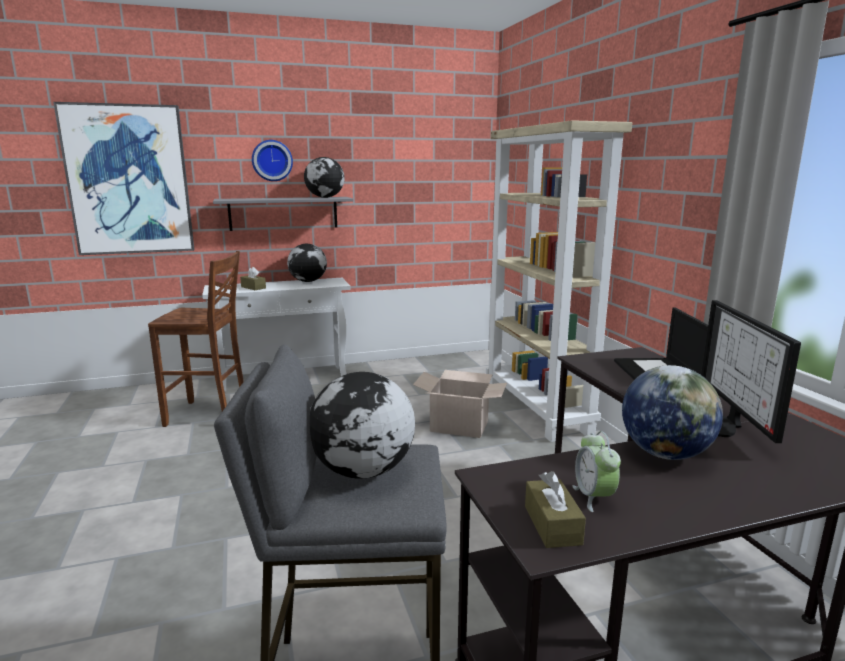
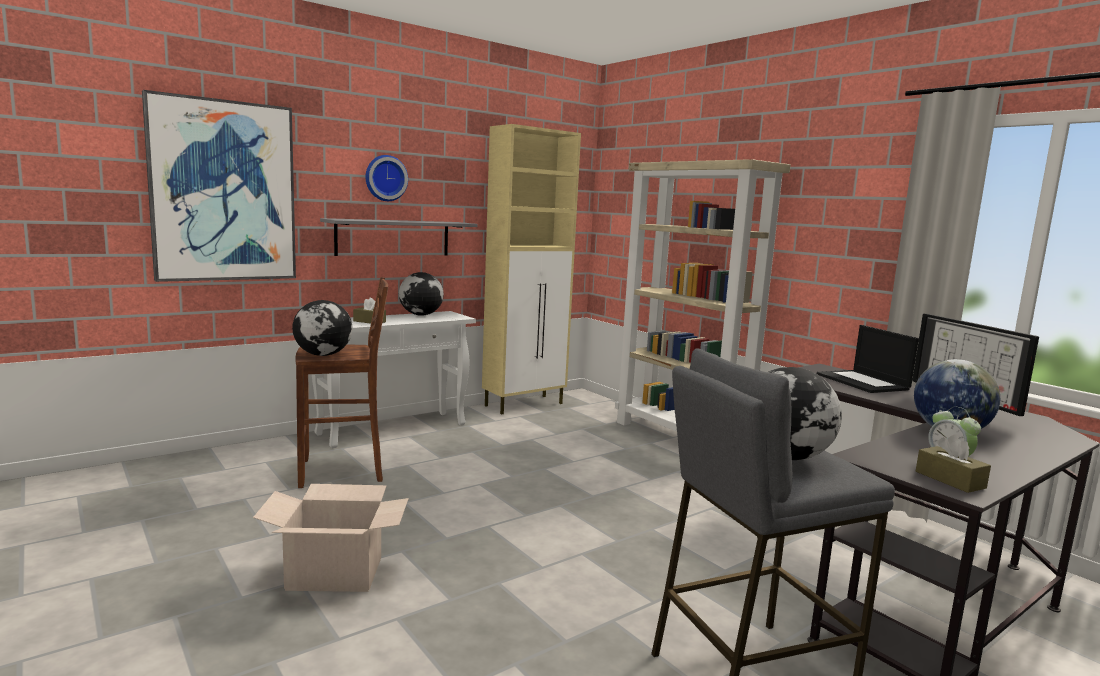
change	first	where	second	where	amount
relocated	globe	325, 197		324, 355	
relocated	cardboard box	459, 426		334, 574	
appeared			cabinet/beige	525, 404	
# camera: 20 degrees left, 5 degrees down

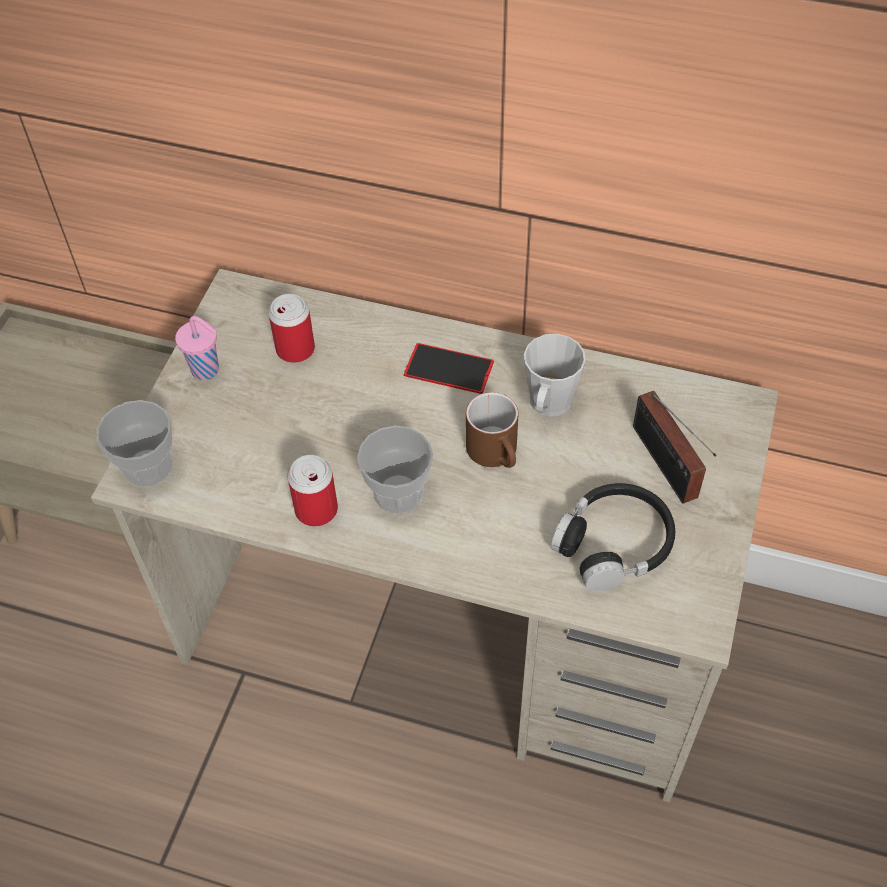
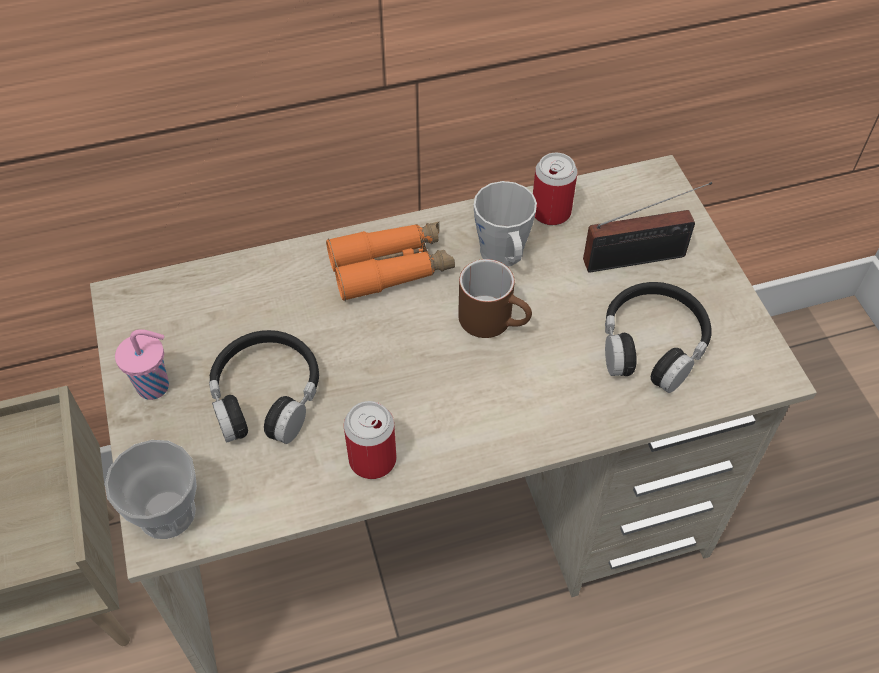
change	first	where	second	where	amount
relocated	can	295, 349		551, 212	
exchanged	phone	449, 368	binoculars/orange	391, 268	
spun	radio	666, 467		640, 258	45 degrees counterclockwise
missing	cup	398, 492			
appeared			headphones/black	266, 396	
# camera: 35 degrees left, 0 degrees up

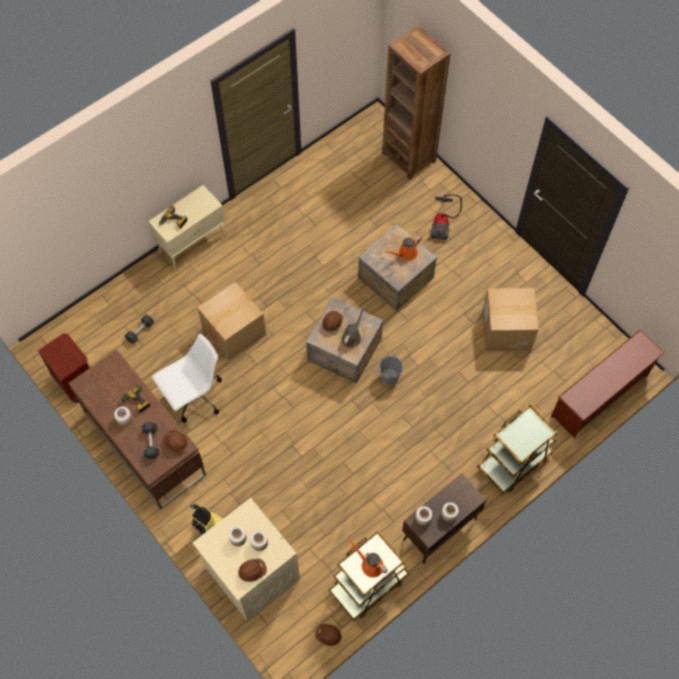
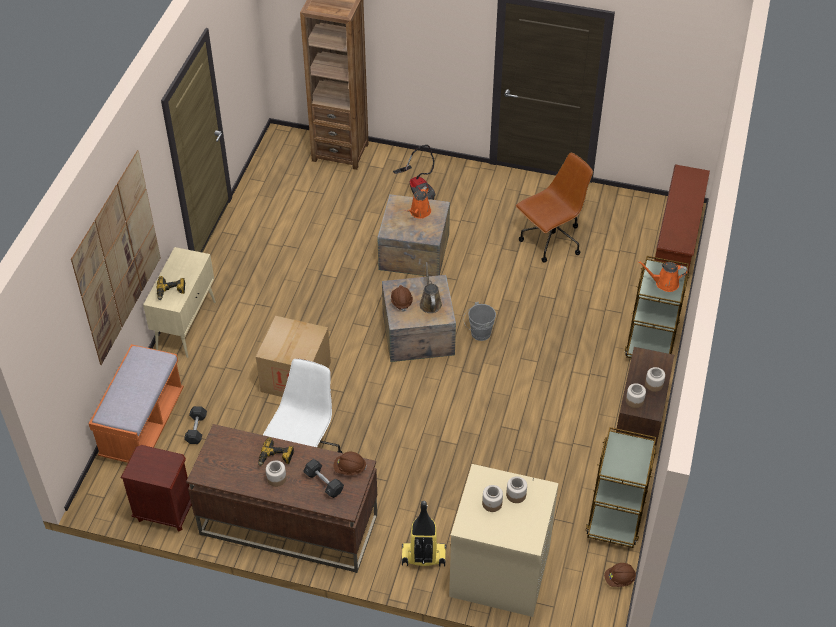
change	first	where	second	where	amount
exchanged	cardboard box	506, 330	office chair/brown	550, 241	
relocated	watering can/orange	370, 564		664, 283	
missing	hard hat/brown	252, 571			
appeared			picture	117, 258	
appeared			bench/orange	142, 425	
# camera: 35 degrees left, 15 degrees down

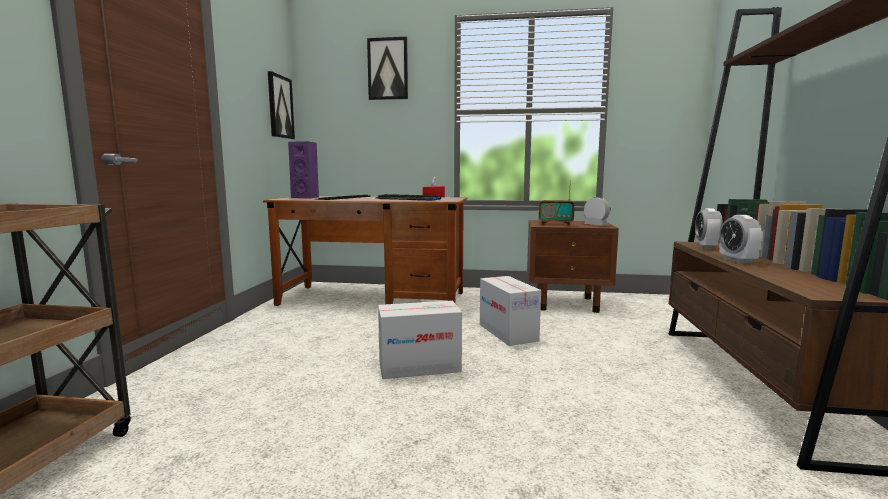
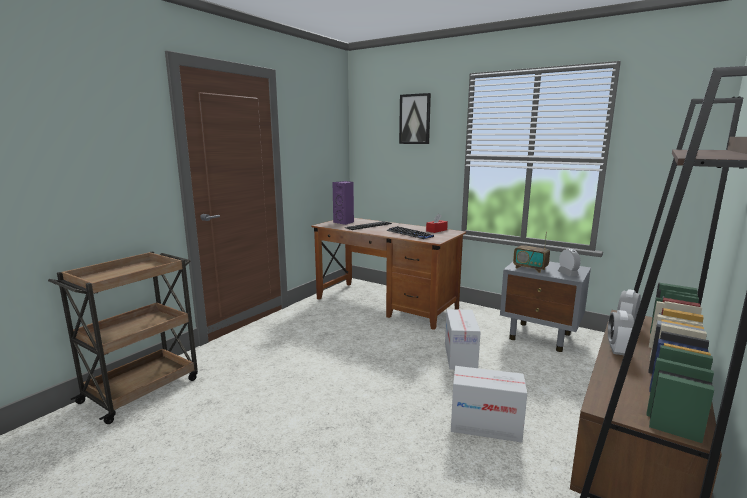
change	first	where	second	where	amount
missing	picture	280, 107			
colour	nightstand/brown	567, 303	nightstand/grey	541, 336	
relocated	cardboard box	419, 367		485, 425	
# camera: 25 degrees right, 5 degrees up

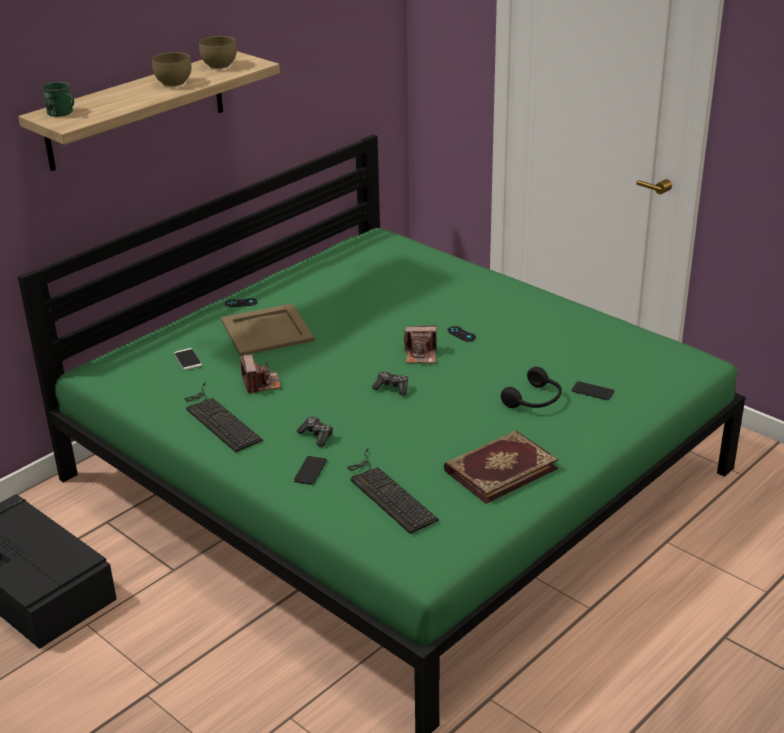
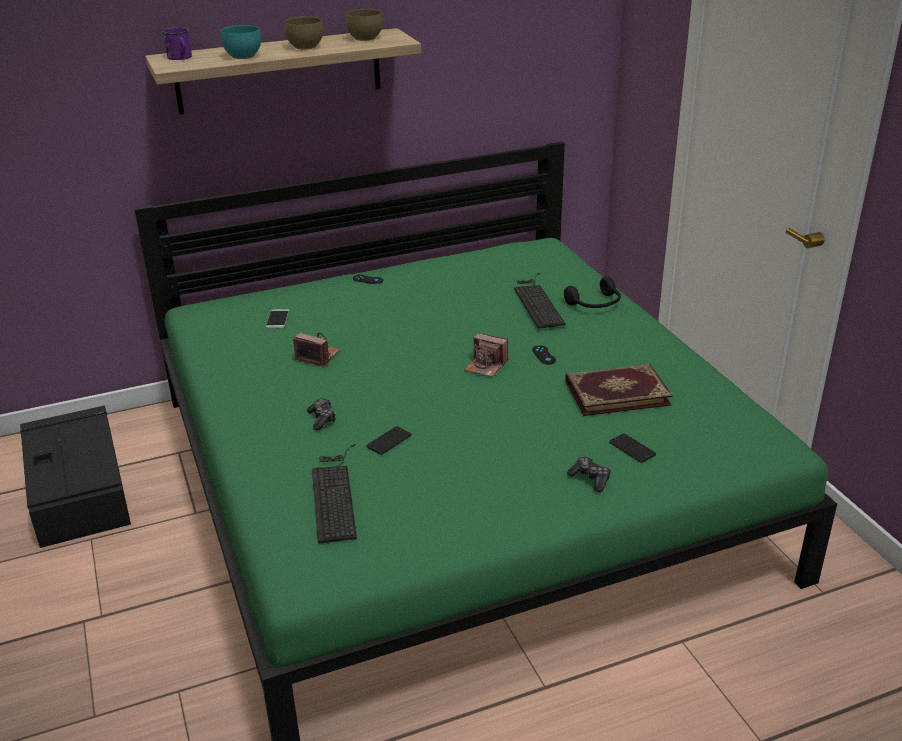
change	first	where	second	where	amount
colour	mug/green	63, 113	mug/purple	181, 58	
missing	tray/beige	267, 330			
spun	photo camera	261, 383		318, 356	75 degrees counterclockwise
relocated	headphones/black	535, 400		595, 304	
relocated	game controller	392, 388		590, 479	
relocated	keyboard	218, 419		537, 301	
relocated	book	499, 469		616, 392	
relocated	phone	310, 471		389, 441	
appeared			bowl/turquoise	242, 57	
# camera: 25 degrees right, 0 degrees up

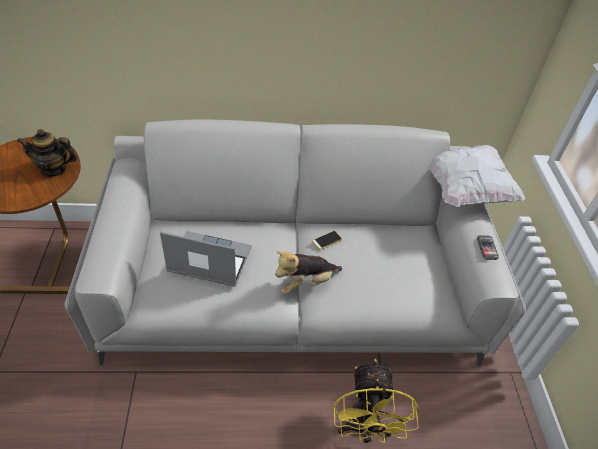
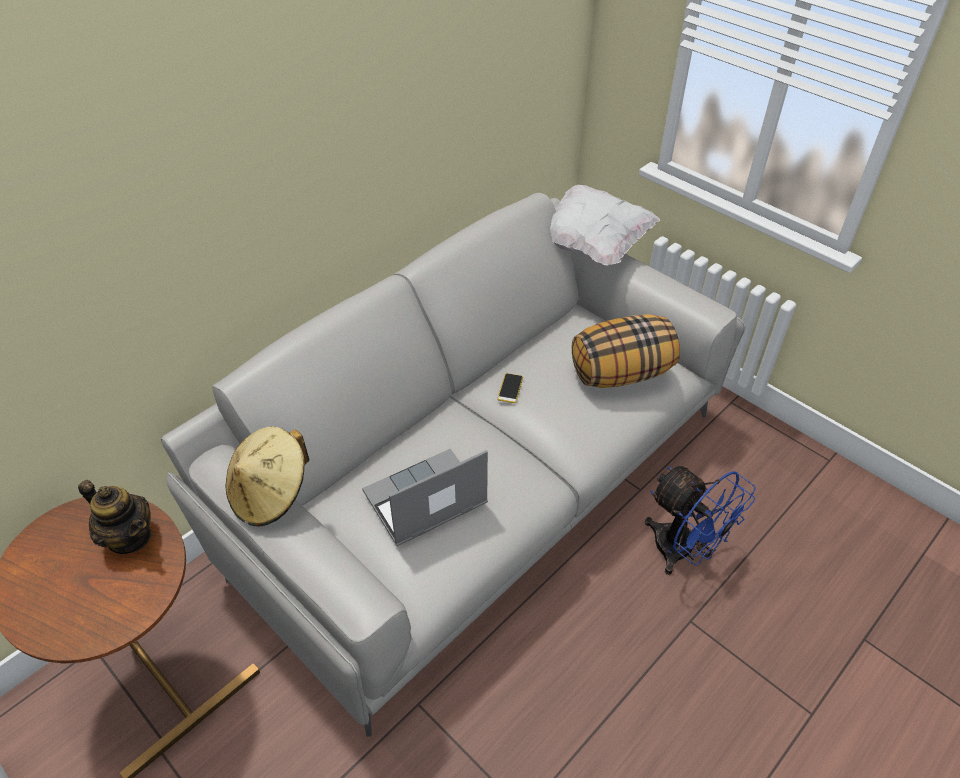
change	first	where	second	where	amount
spun	teapot	54, 169		130, 537	105 degrees counterclockwise
missing	phone	487, 248			
missing	plush toy	305, 283			
colour	fan/yellow	364, 429	fan/blue	683, 552	
appeared			pillow	621, 373	
appeared			hat/beige	271, 494	
# camera: 40 degrees left, 0 degrees up

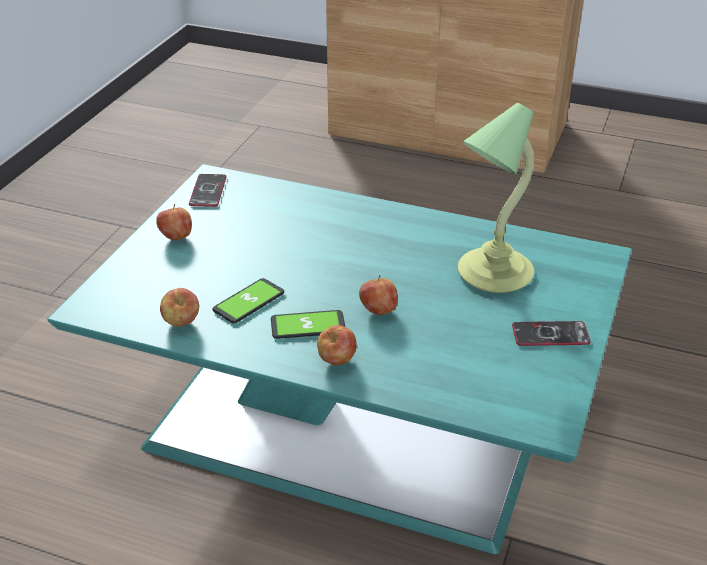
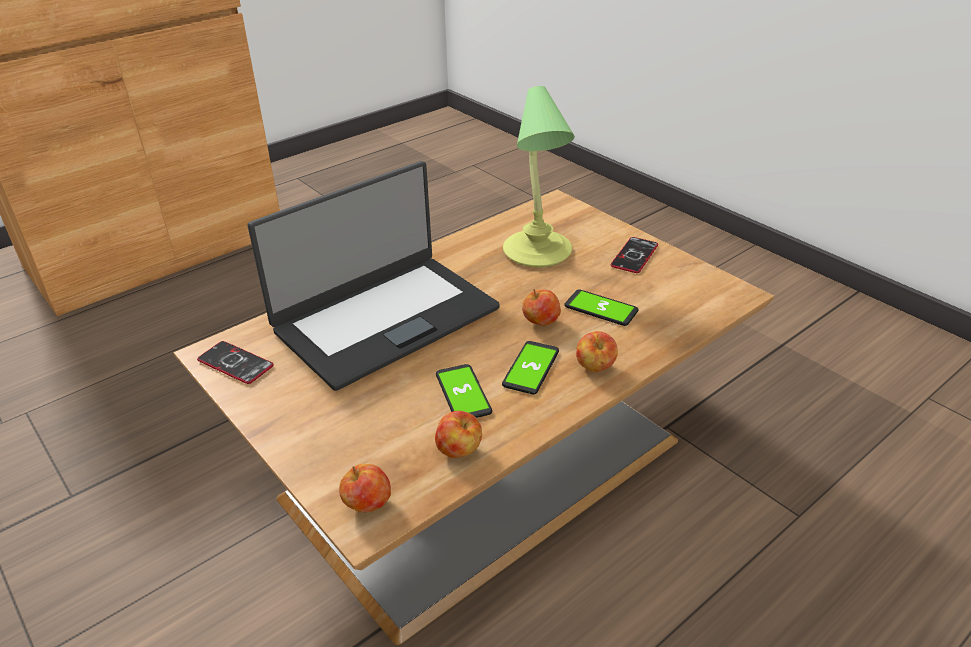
change	first	where	second	where	amount
colour	coffee table/turquoise	356, 426	coffee table/brown	489, 463	
relocated	apple	176, 237		367, 505	
appeared			laptop	385, 318	
appeared			phone	601, 309	
# camera: 60 degrees left, 0 degrees up

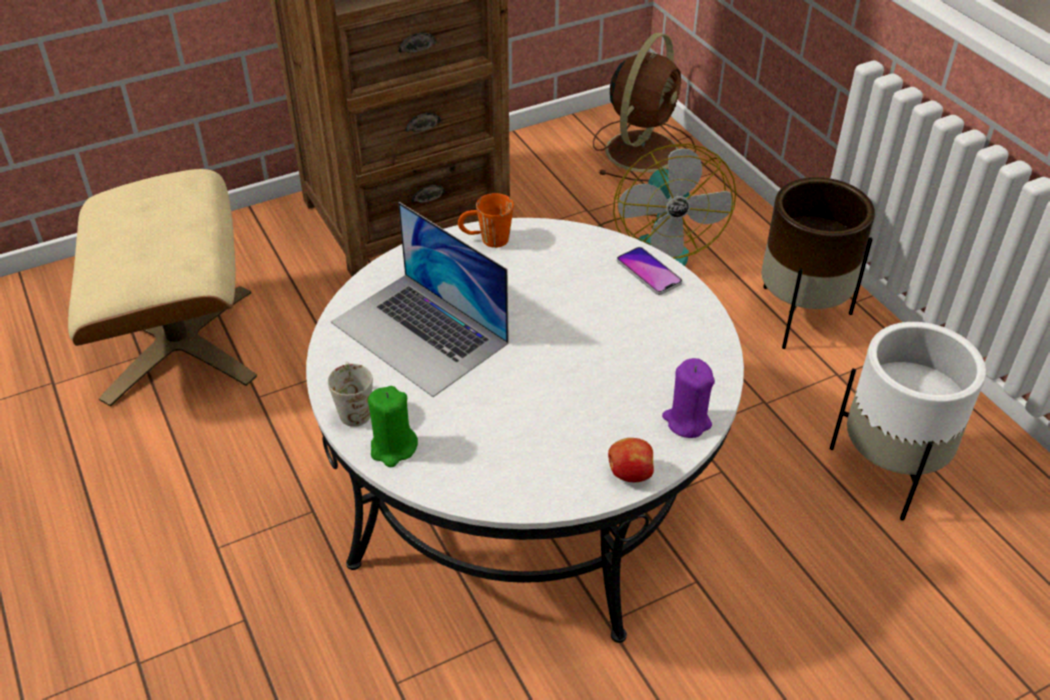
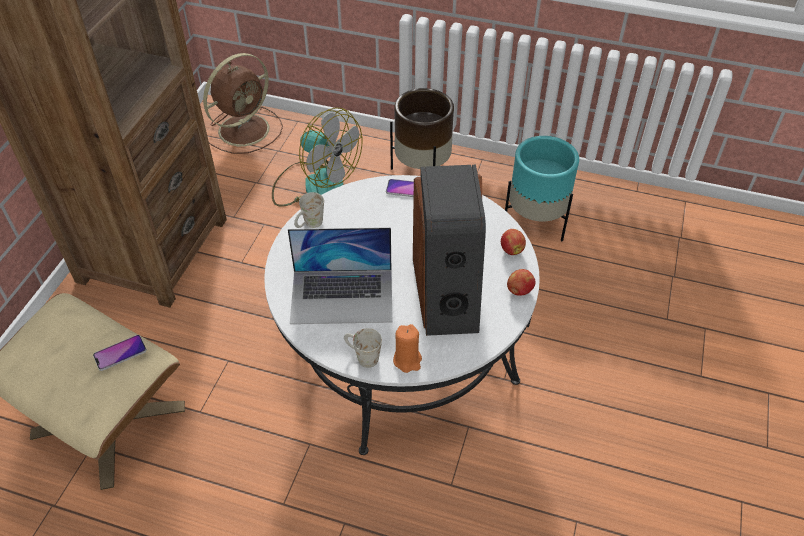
change	first	where	second	where	amount
spun	fan/brown	643, 149		246, 129	60 degrees clockwise
colour	mug/orange	486, 240	mug/white	309, 225	
colour	planter/white	887, 472	planter/turquoise	535, 223	
exchanged	candle/purple	686, 421	apple	511, 249	
colour	candle/green	393, 448	candle/orange	407, 360	
appeared			speaker	447, 293	
appeared			phone	120, 353	
# camera: 45 degrees left, 5 degrees up

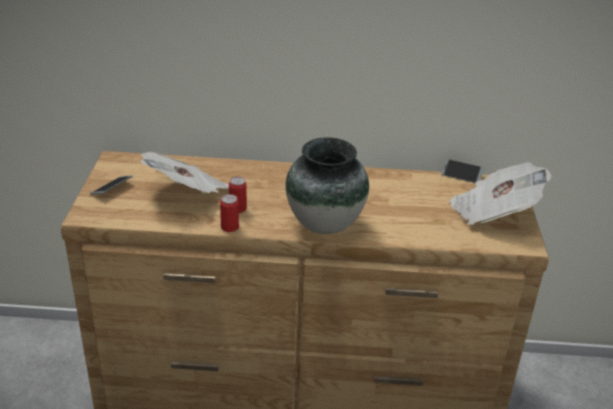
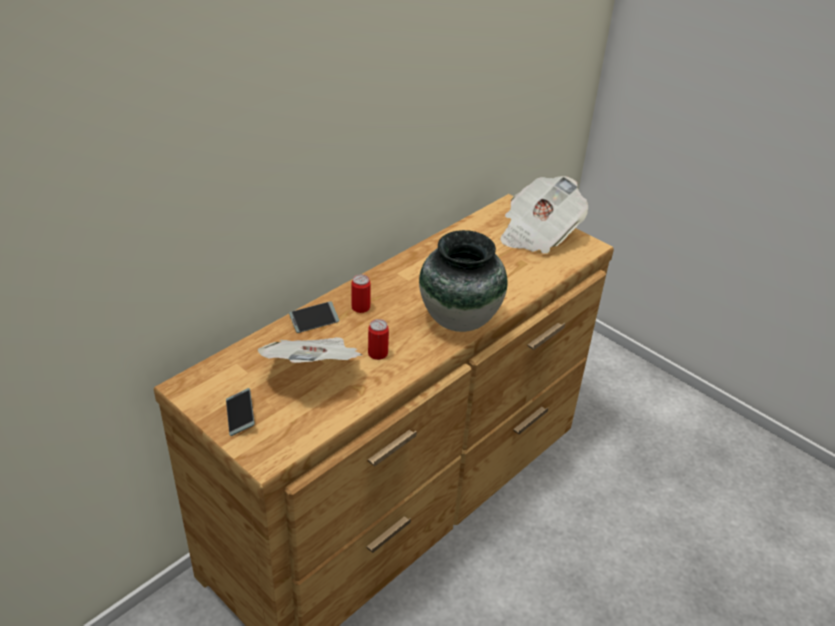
change	first	where	second	where	amount
relocated	phone	461, 175		314, 321	
relocated	can	229, 227		360, 307	
# camera: 50 degrees left, 5 degrees up

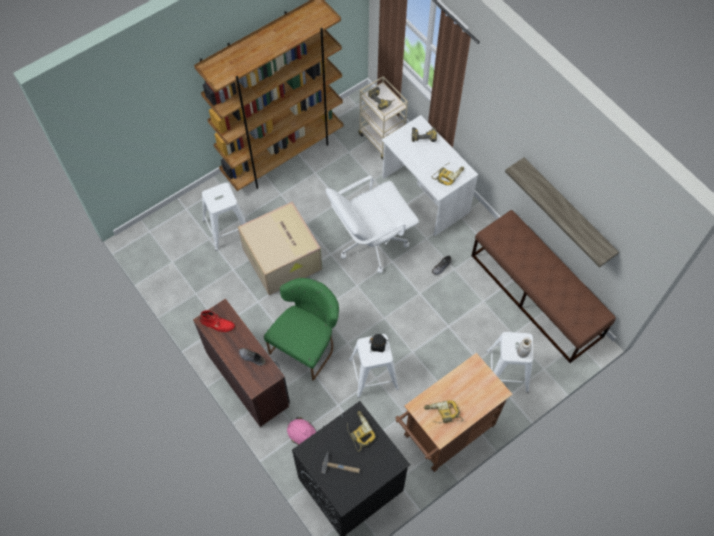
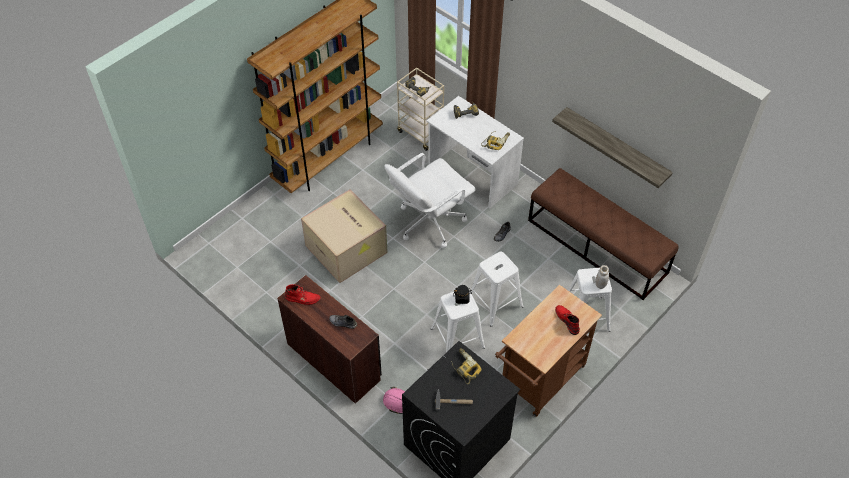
change	first	where	second	where	amount
relocated	stool/white	226, 228		495, 303	
missing	chair/green	307, 344			
missing	power drill	442, 414			
appeared			boot/red	567, 320	
# camera: 10 degrees left, 10 degrees down

